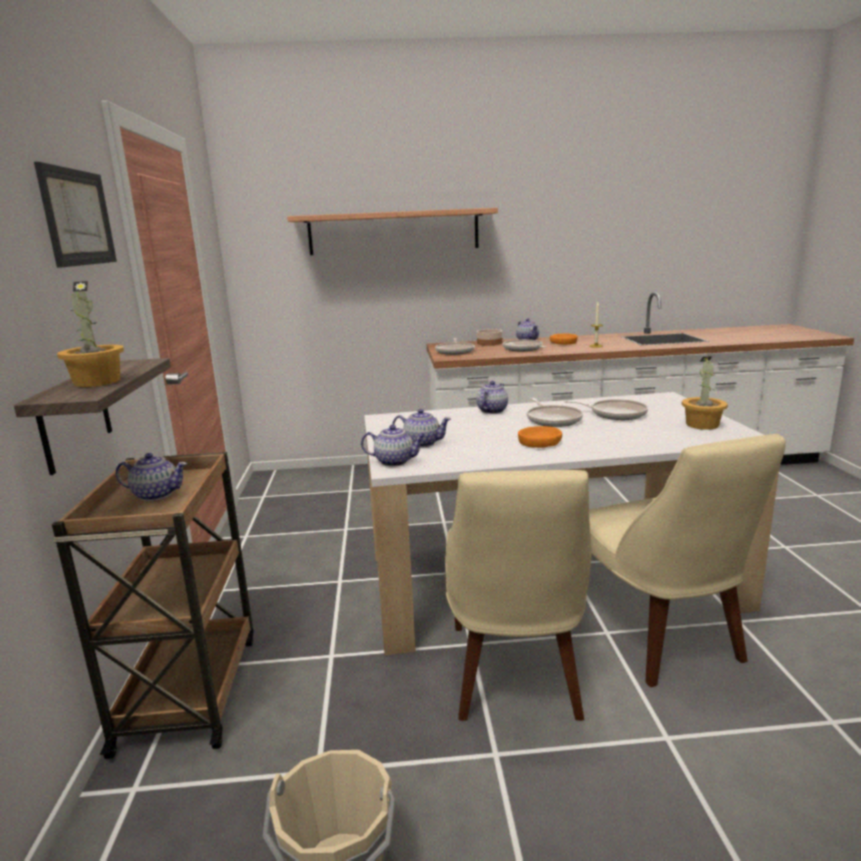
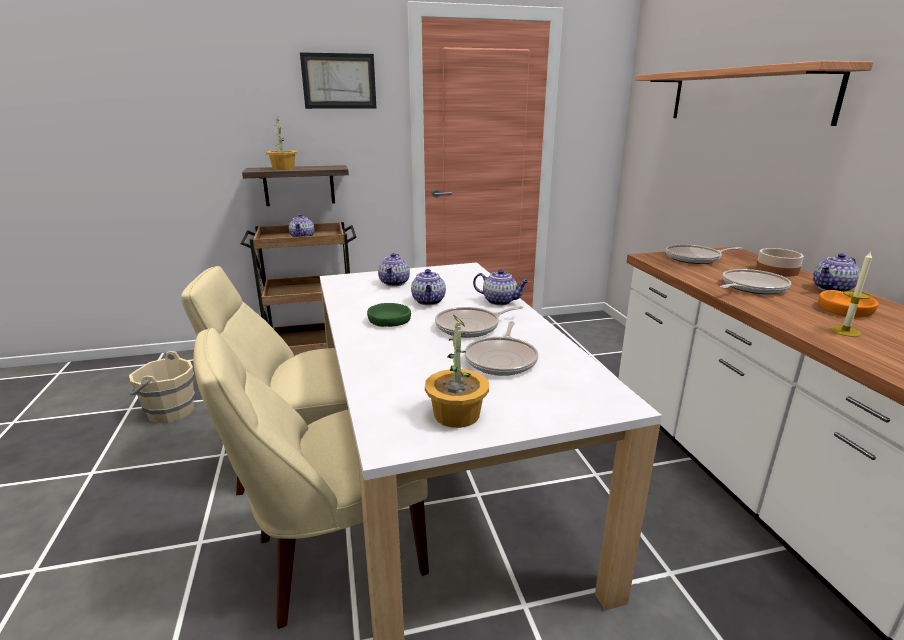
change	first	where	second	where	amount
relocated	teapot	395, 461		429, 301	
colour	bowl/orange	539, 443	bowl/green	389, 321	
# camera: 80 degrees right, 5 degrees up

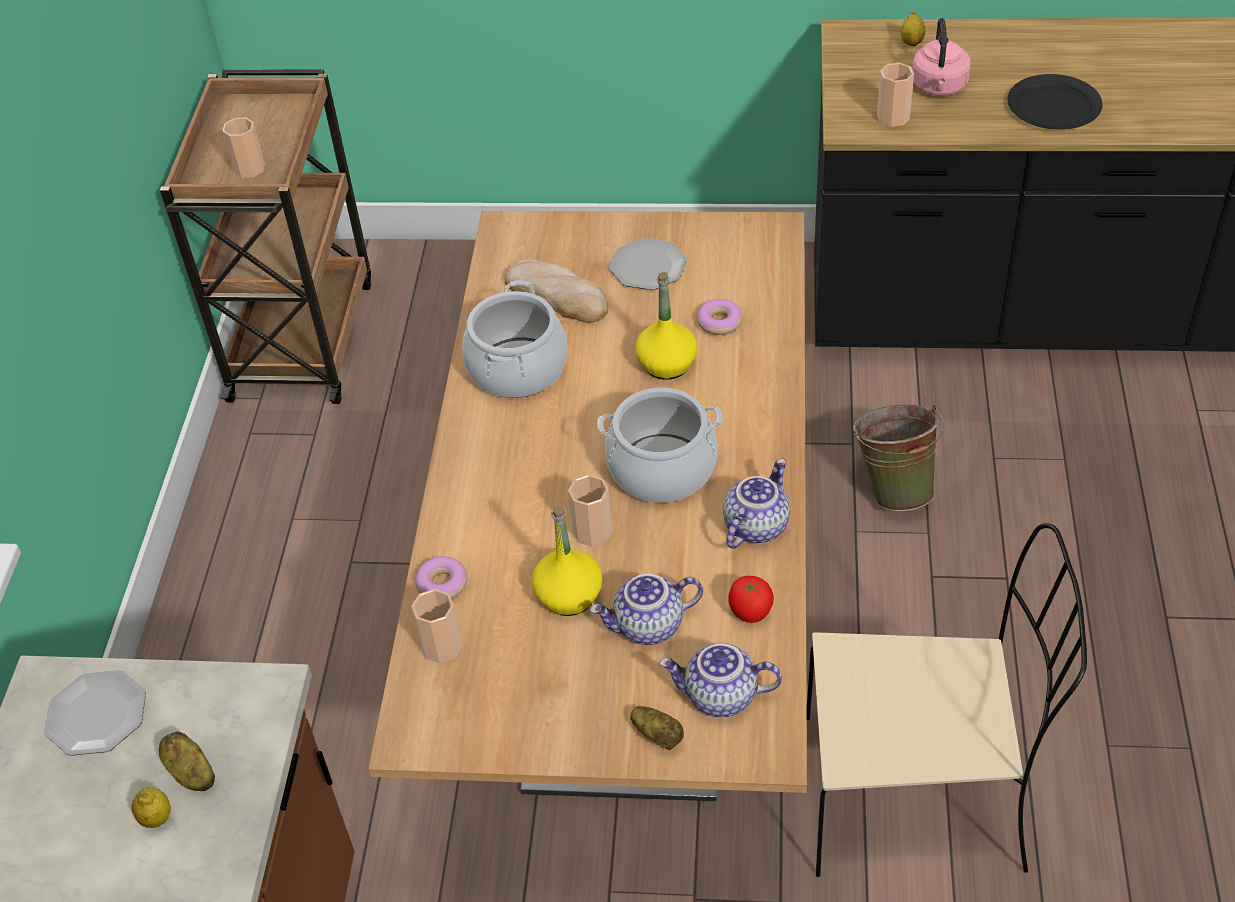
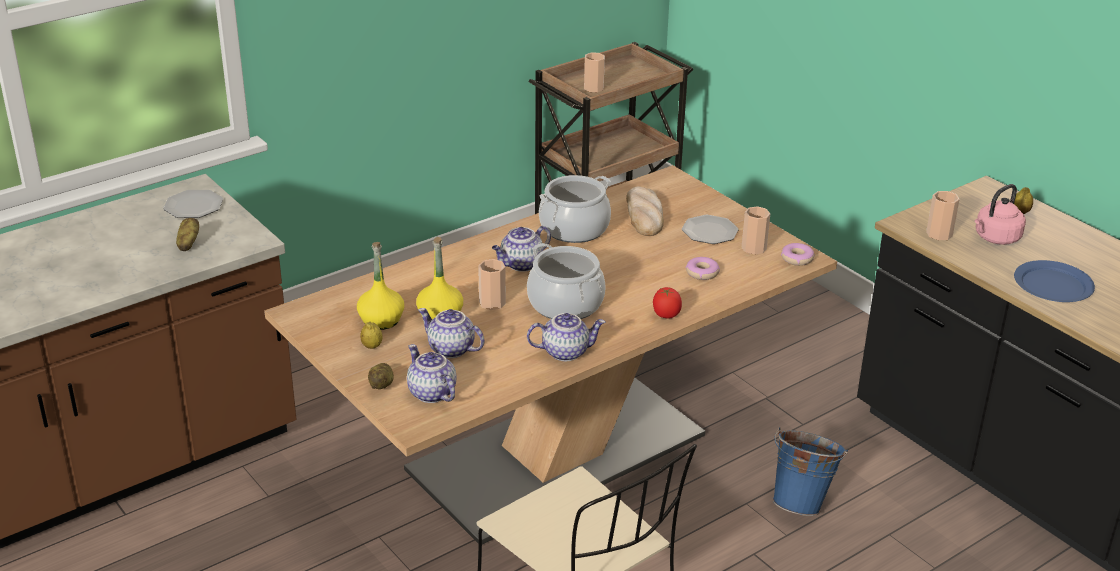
change	first	where	second	where	amount
colour	plate/black	1053, 106	plate/blue	1052, 285	
relocated	bottle/yellow	666, 364		381, 320	
colour	bucket/green	894, 487	bucket/blue	802, 502	
relocated	donut	442, 584		797, 258	
relocated	tomato	750, 612		666, 315	
relocated	cup	441, 646		754, 248	
relocated	lemon	156, 818		372, 346	
appeared			teapot	521, 264	
# camera: 45 degrees right, 15 degrees down

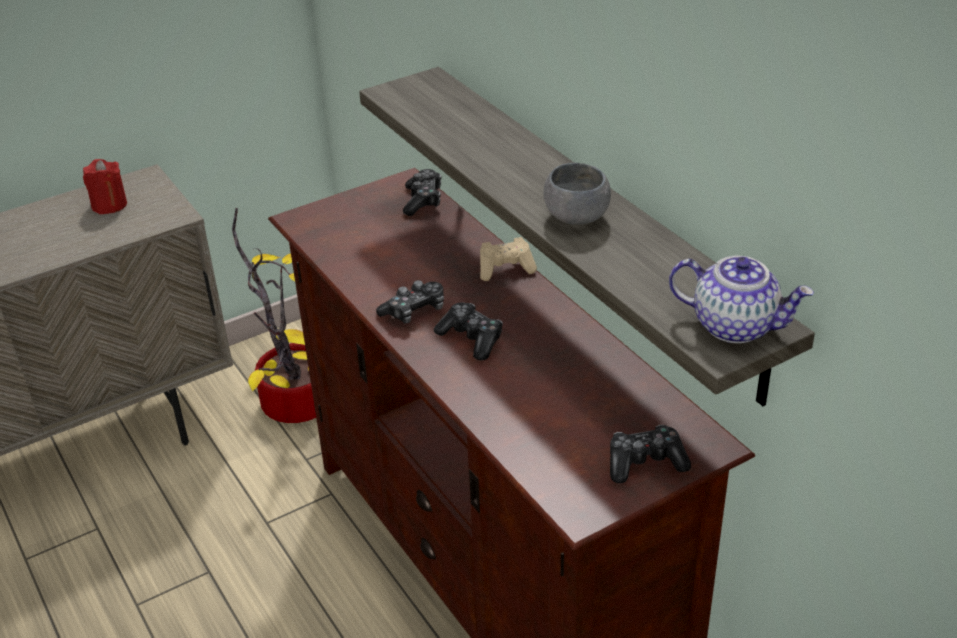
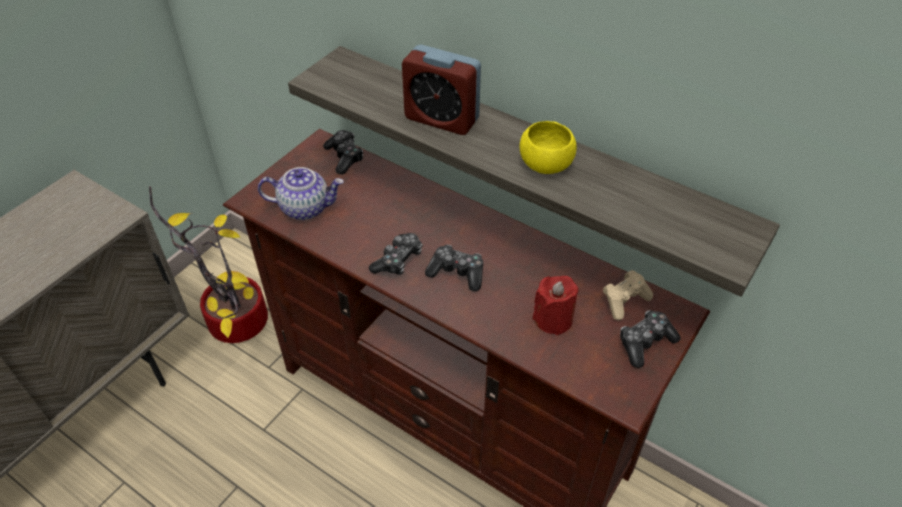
change	first	where	second	where	amount
relocated	candle/red	109, 205		553, 319	
colour	bowl/grey	576, 217	bowl/yellow	546, 165	
relocated	game controller/beige	506, 269		624, 301	
relocated	teapot	735, 325		305, 207	
appeared			alarm clock	441, 119	
# camera: 25 degrees left, 10 degrees up

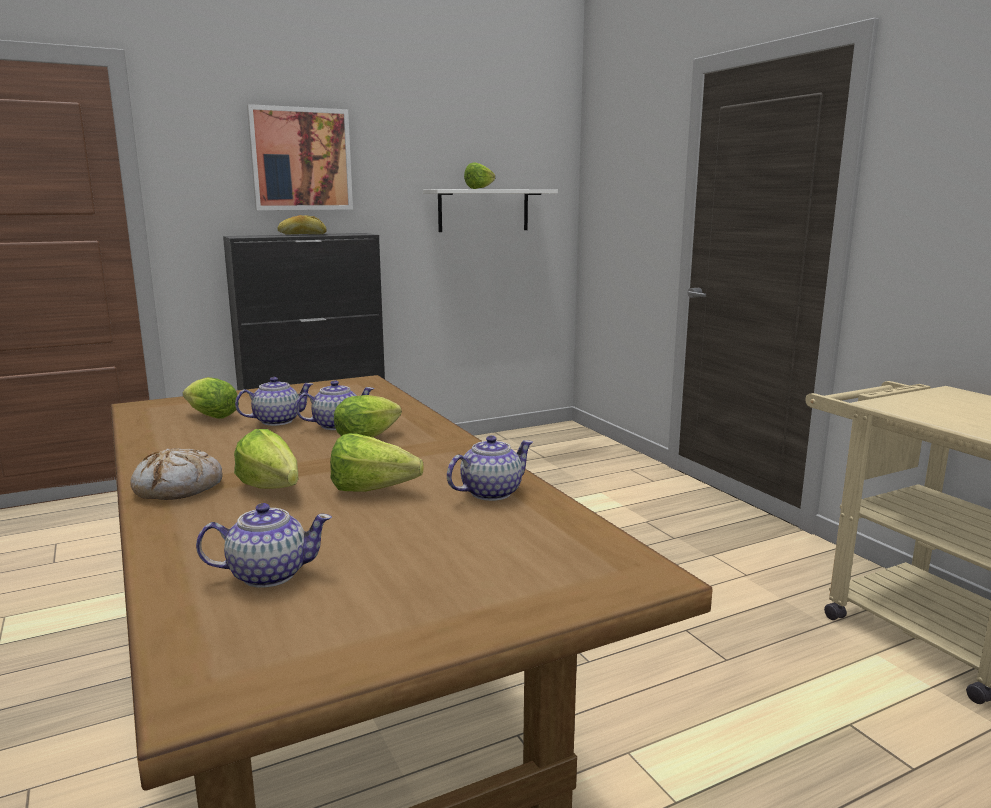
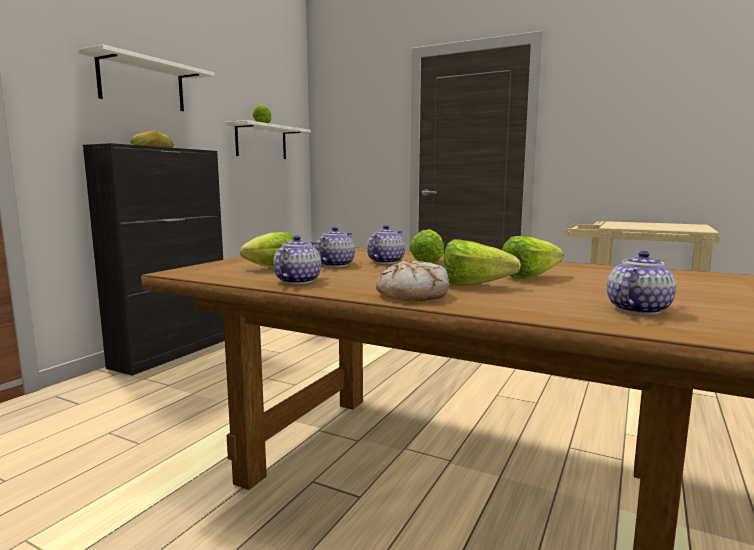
change	first	where	second	where	amount
exchanged	picture	301, 159	shelf/white	142, 84	
relocated	teapot	490, 493		297, 281	
# camera: 35 degrees left, 5 degrees down

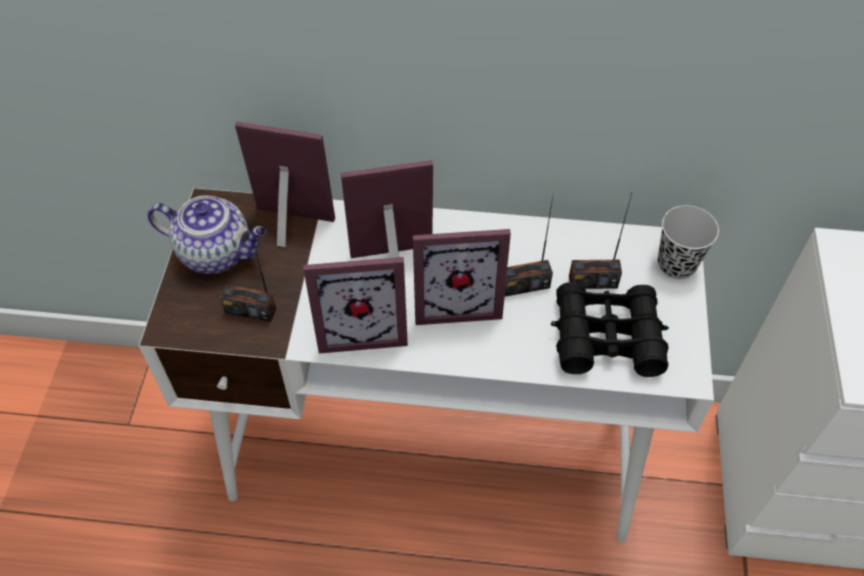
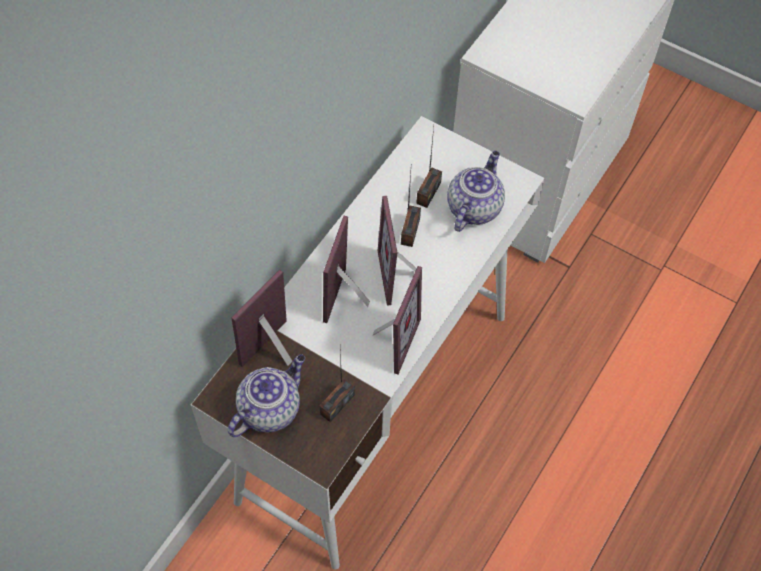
change	first	where	second	where	amount
missing	cup/black	676, 264			
spun	picture frame	456, 301		400, 275	150 degrees clockwise
exchanged	binoculars/black	606, 337	teapot	474, 207	
# camera: 65 degrees left, 5 degrees up

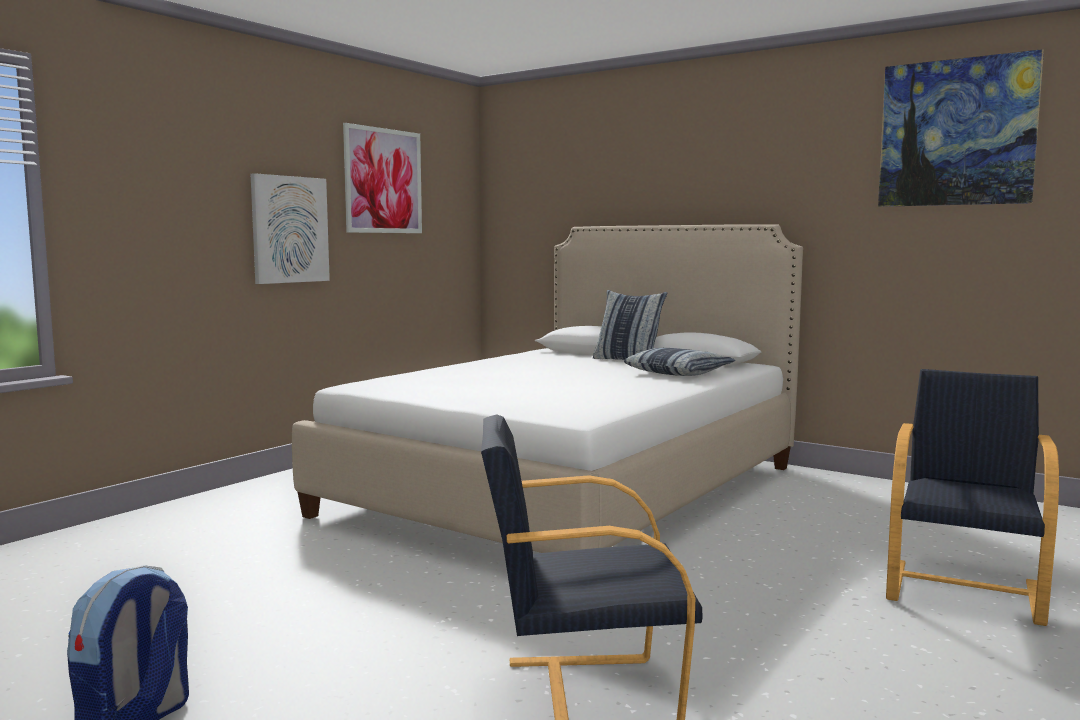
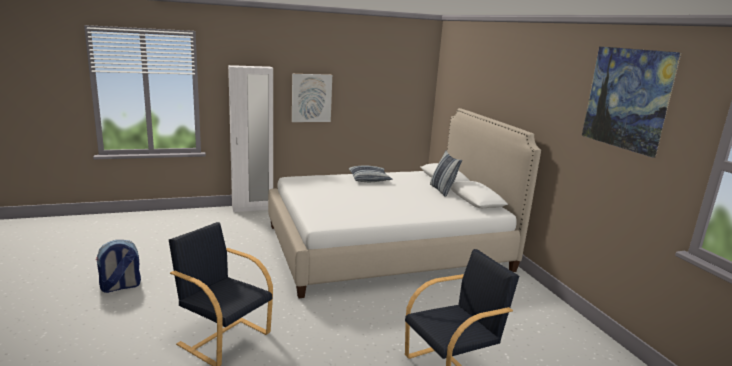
change	first	where	second	where	amount
missing	picture	383, 181			
relocated	pillow	679, 373		369, 179	
appeared			wardrobe/white	252, 208	
# camera: 35 degrees right, 10 degrees up

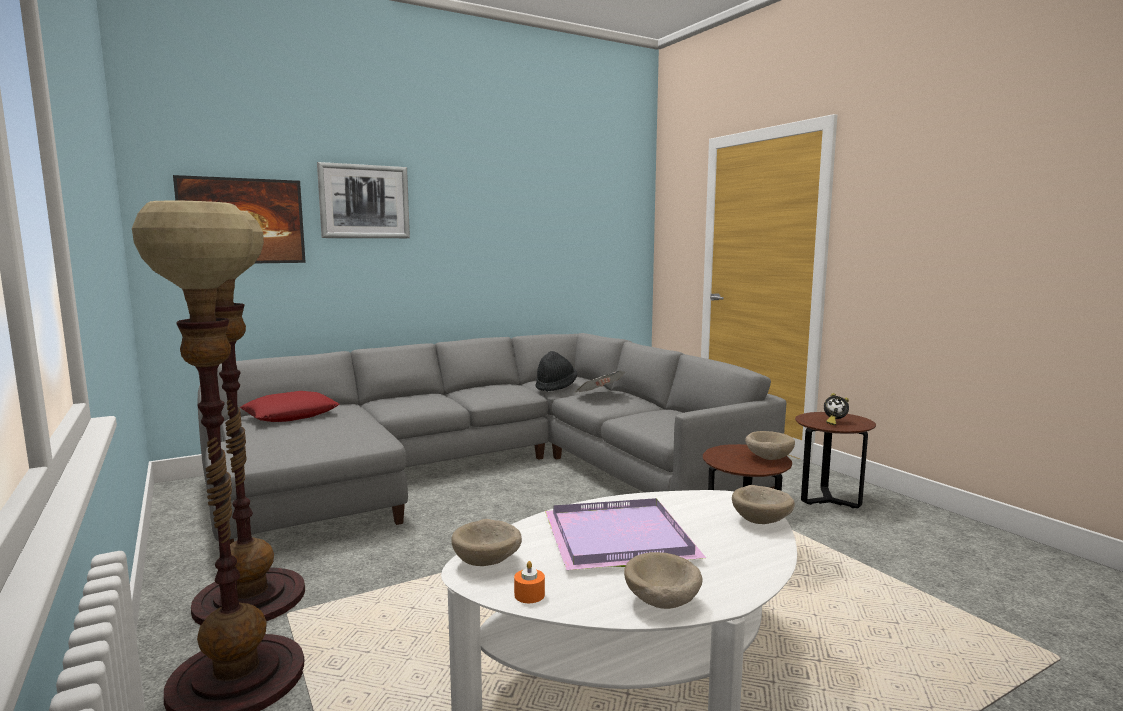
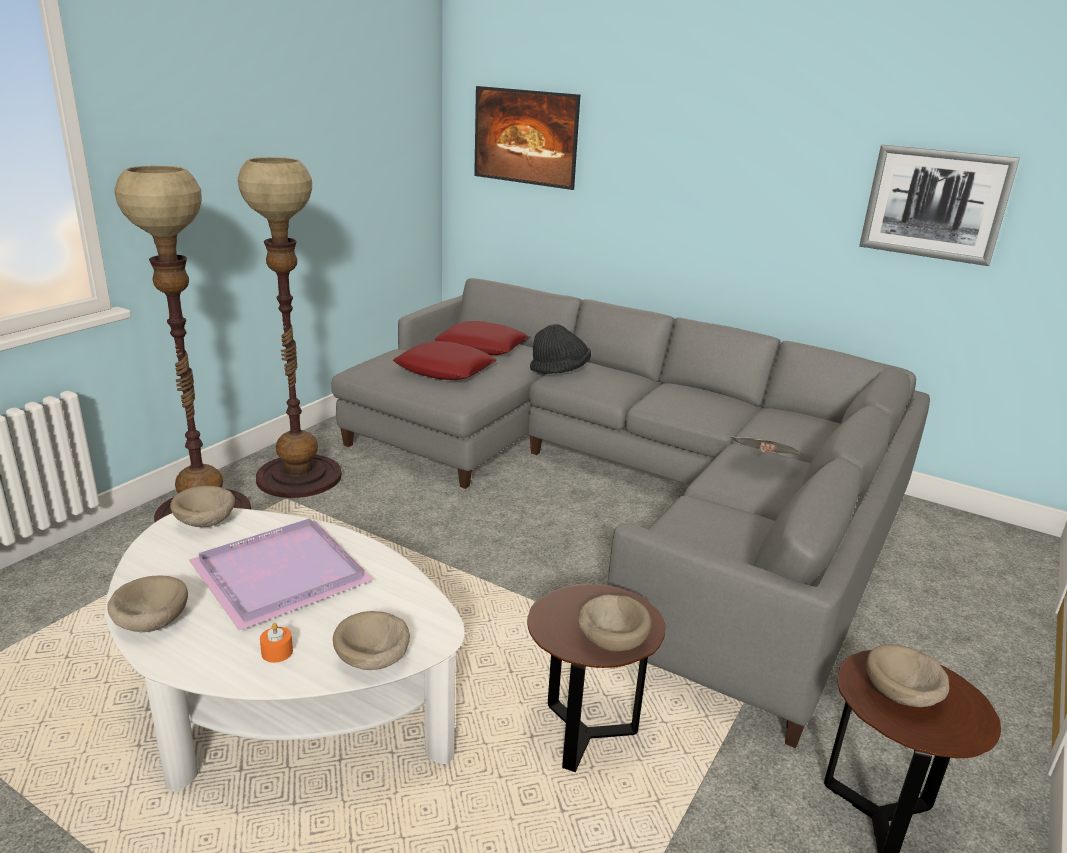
change	first	where	second	where	amount
relocated	picture	364, 201		935, 204	
relocated	hat/black	555, 387		560, 370	
exchanged	alarm clock	834, 422	bowl/beige	901, 697	
relocated	candle/orange	529, 595		277, 652	
appeared			pillow/red	445, 369	
# camera: 60 degrees right, 15 degrees up

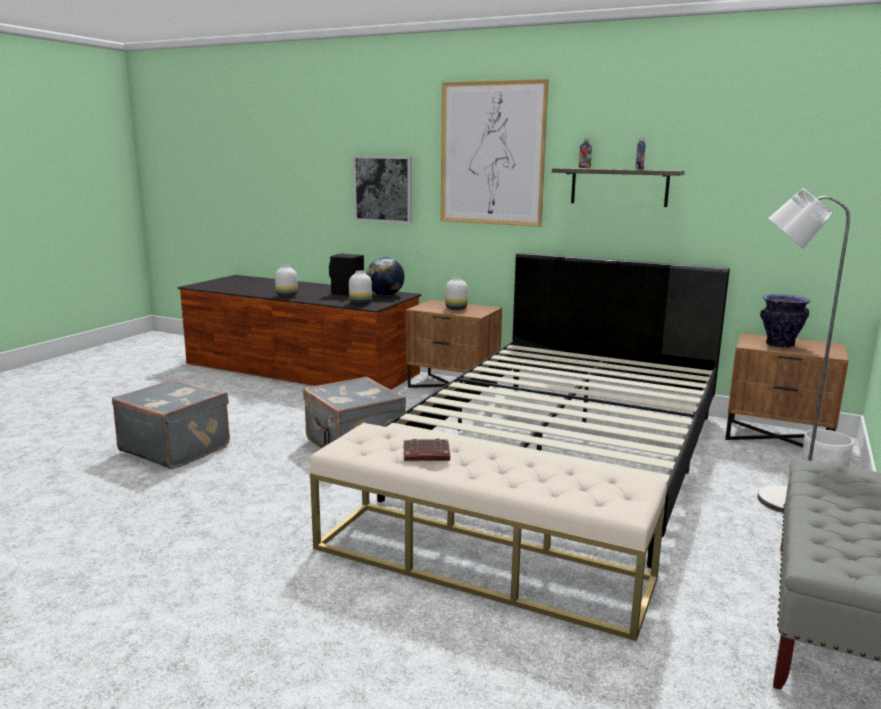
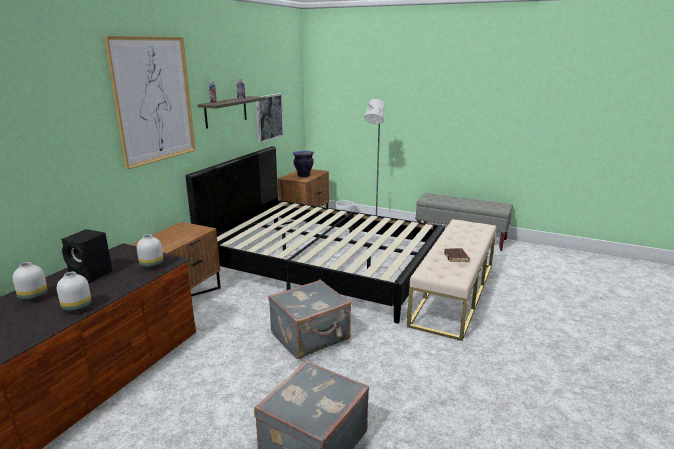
change	first	where	second	where	amount
relocated	picture	383, 189		269, 117	
missing	globe	385, 295			
relocated	vase/white	456, 308		33, 298	
# camera: 90 degrees left, 5 degrees up

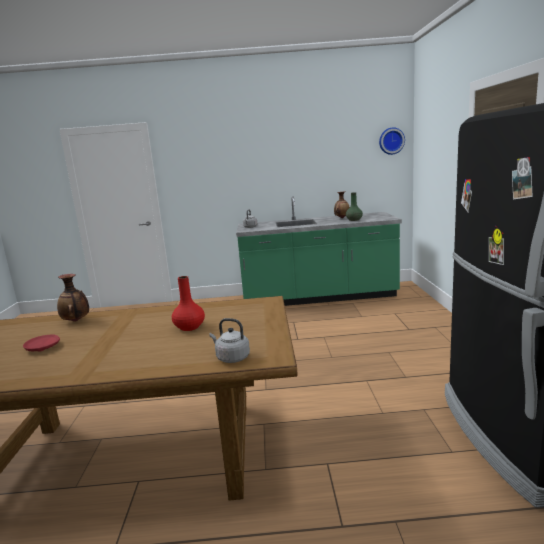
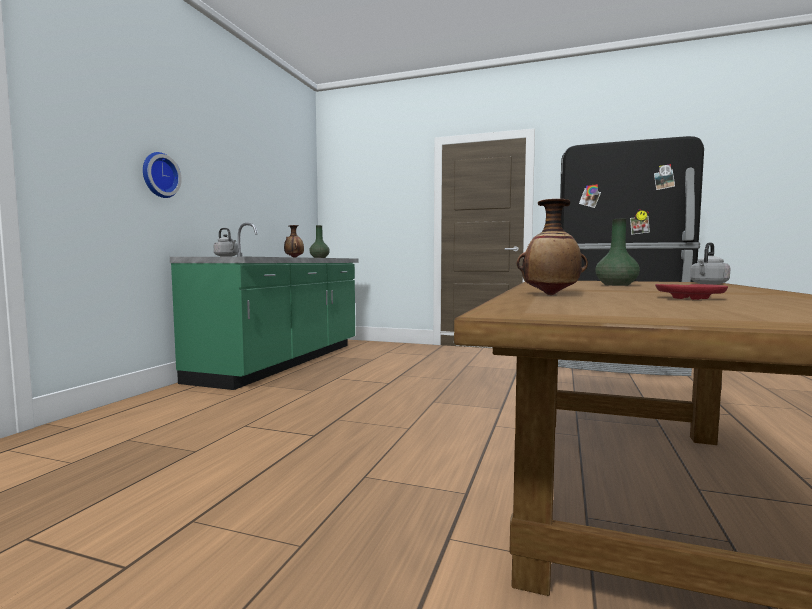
change	first	where	second	where	amount
relocated	wall clock	391, 141		159, 175	
colour	vase/red	189, 327	vase/green	616, 285	
# camera: 70 degrees left, 10 degrees down

